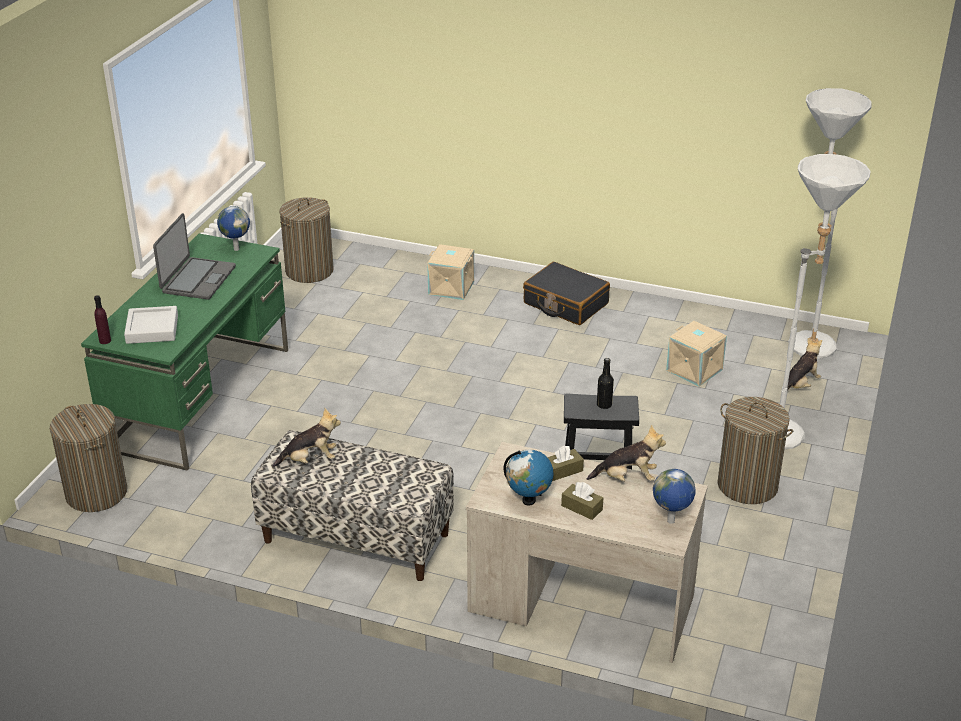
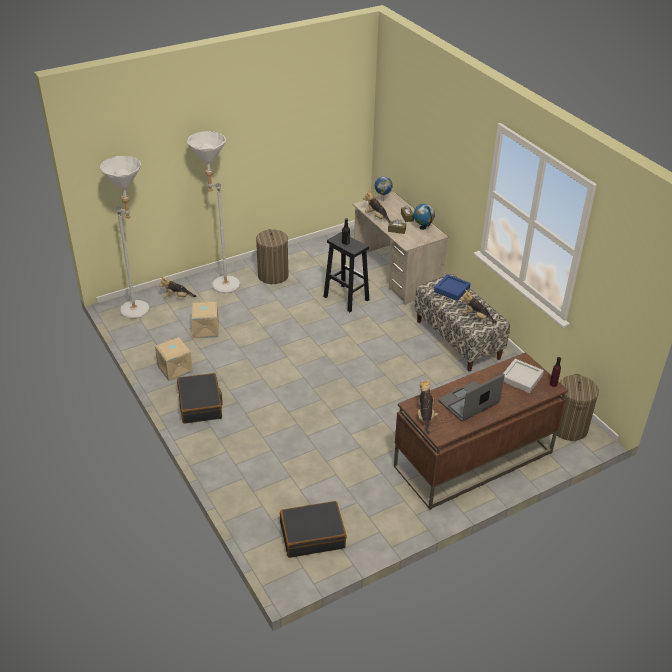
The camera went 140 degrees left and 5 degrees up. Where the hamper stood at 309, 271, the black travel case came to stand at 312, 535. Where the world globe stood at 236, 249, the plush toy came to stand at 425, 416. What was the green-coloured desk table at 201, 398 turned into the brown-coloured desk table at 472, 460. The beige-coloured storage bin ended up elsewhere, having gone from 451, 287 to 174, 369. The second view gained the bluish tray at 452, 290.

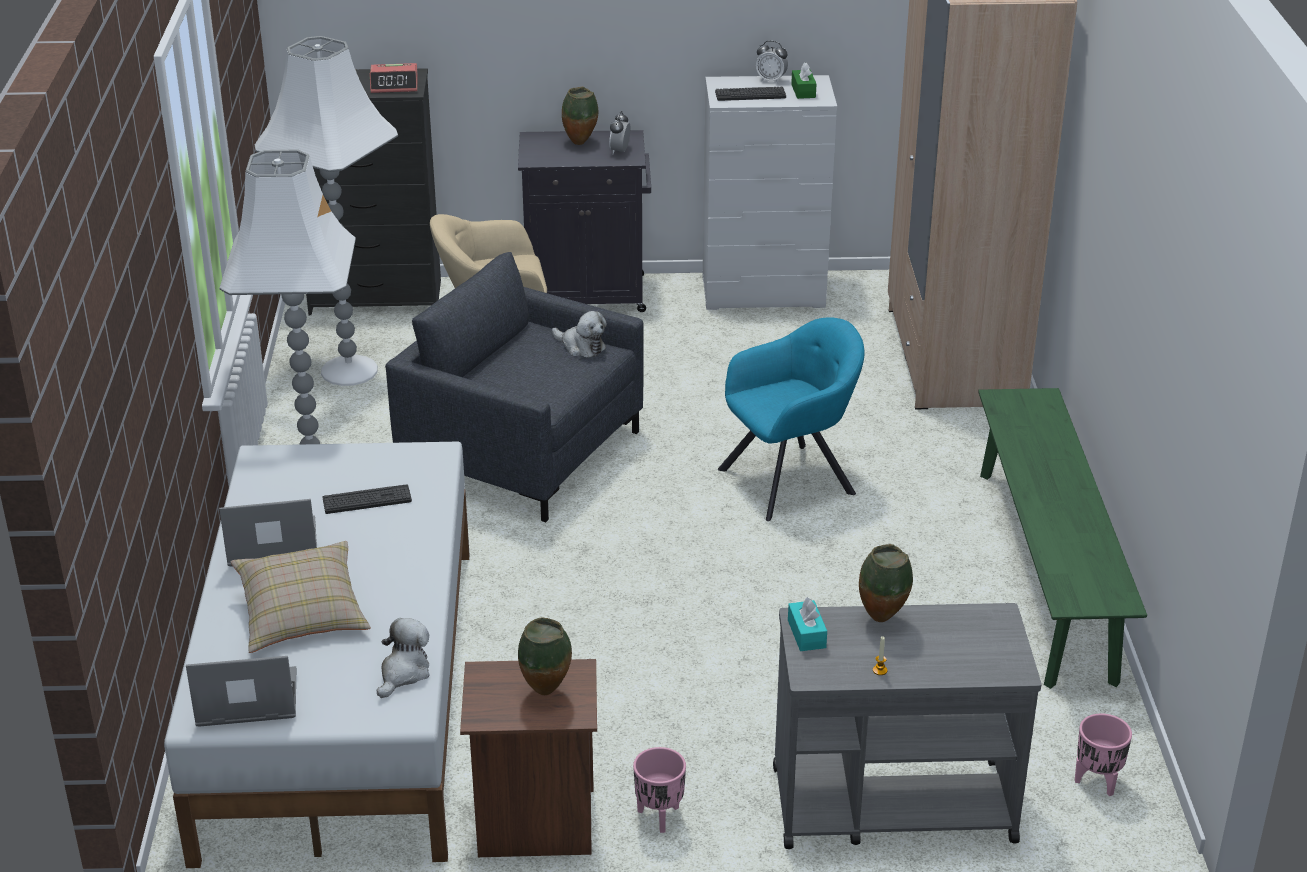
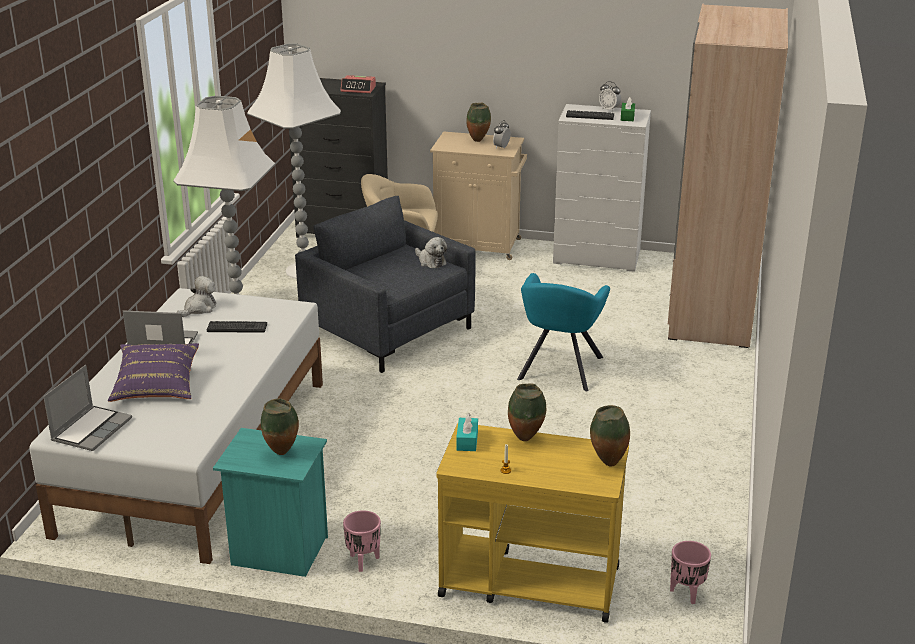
The camera went 15 degrees right and 5 degrees down. What was the black storage cabinet at 588, 295 turned into the beige-coloured storage cabinet at 479, 246. The turquoise armchair at 791, 479 ended up facing another way, 120 degrees clockwise from before. The second view lost the green-coloured indoor bench at 1045, 572. What was the beige-coloured pillow at 301, 615 turned into the purplish pillow at 156, 386. What was the grey cart at 891, 803 turned into the yellow cart at 528, 581. The plush toy ended up elsewhere, having gone from 403, 673 to 199, 308. The portable computer at 245, 701 ended up facing another way, 105 degrees clockwise from before. What was the brown-coloured nightstand at 535, 825 turned into the turquoise nightstand at 278, 552. The second view gained the vase at 607, 464.

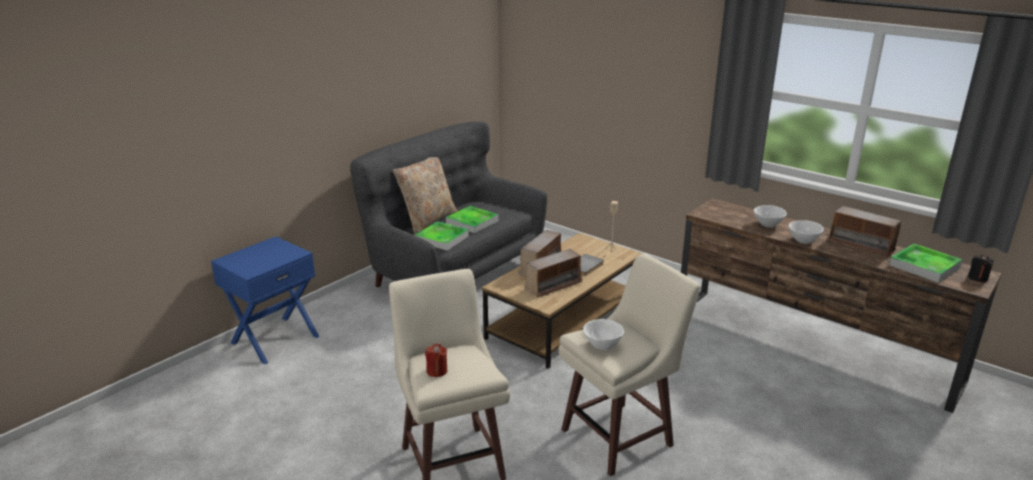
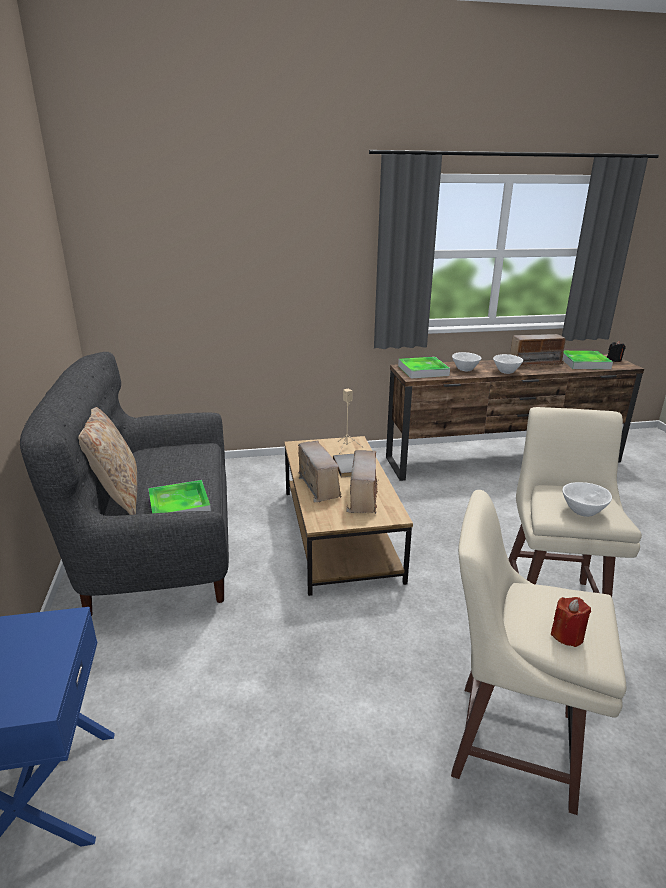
The camera went 50 degrees left and 0 degrees up. The tray ended up elsewhere, having gone from 472, 222 to 423, 371.

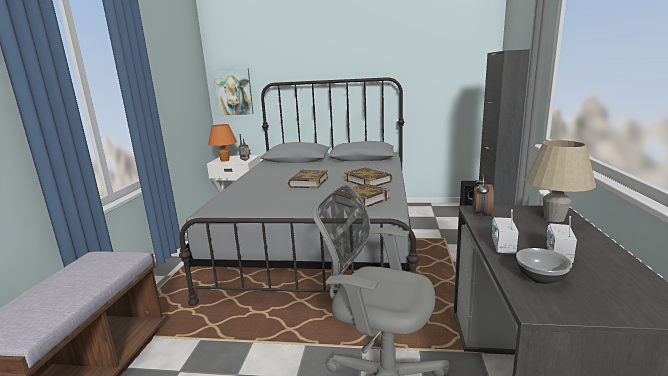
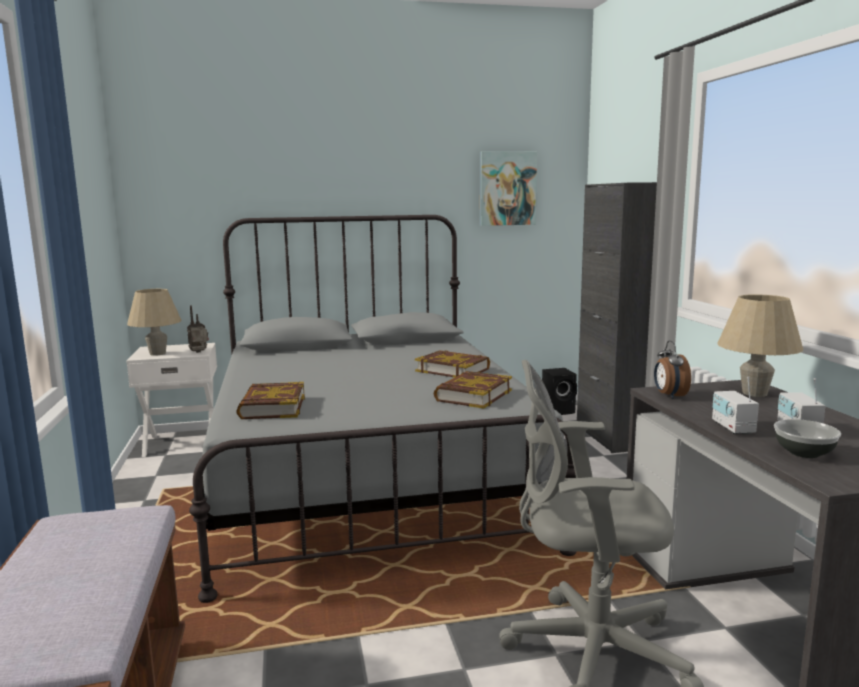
The camera went 20 degrees left and 5 degrees down. The wall art ended up elsewhere, having gone from 234, 92 to 507, 188. What was the orange-coloured lamp for a table at 225, 160 turned into the beige-coloured lamp for a table at 157, 353. The bound book ended up elsewhere, having gone from 308, 182 to 272, 407.

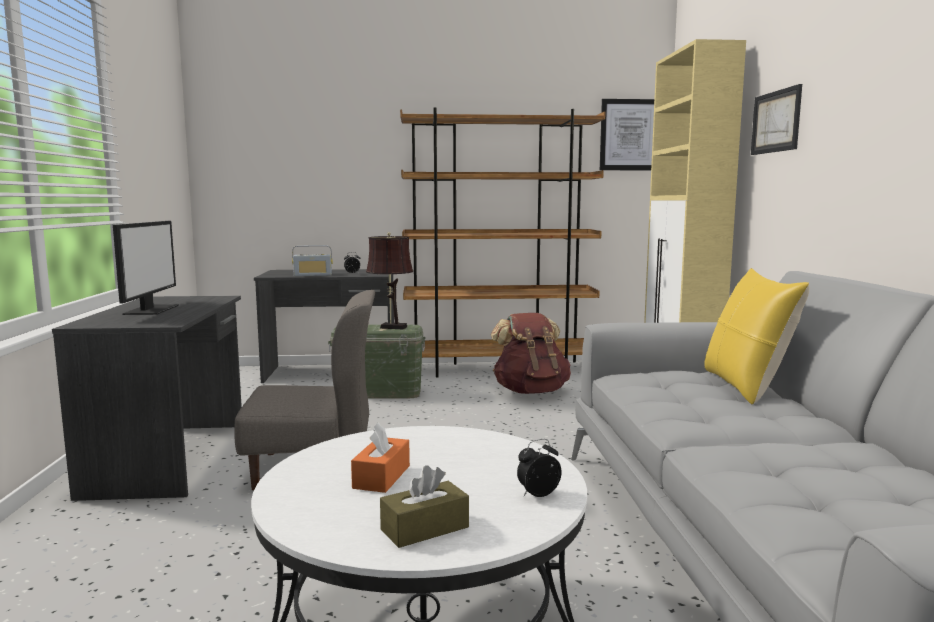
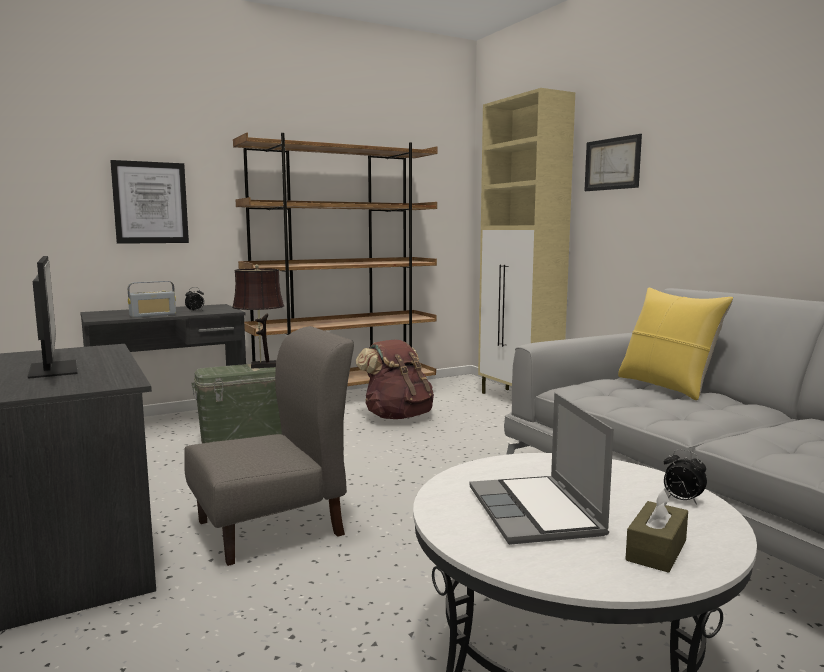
The camera went 25 degrees left and 0 degrees up. The wall art ended up elsewhere, having gone from 629, 135 to 150, 203. Where the orange-coloured tissue box stood at 381, 477, the portable computer came to stand at 537, 512. The bedside clock at 538, 494 ended up facing another way, 90 degrees counterclockwise from before.

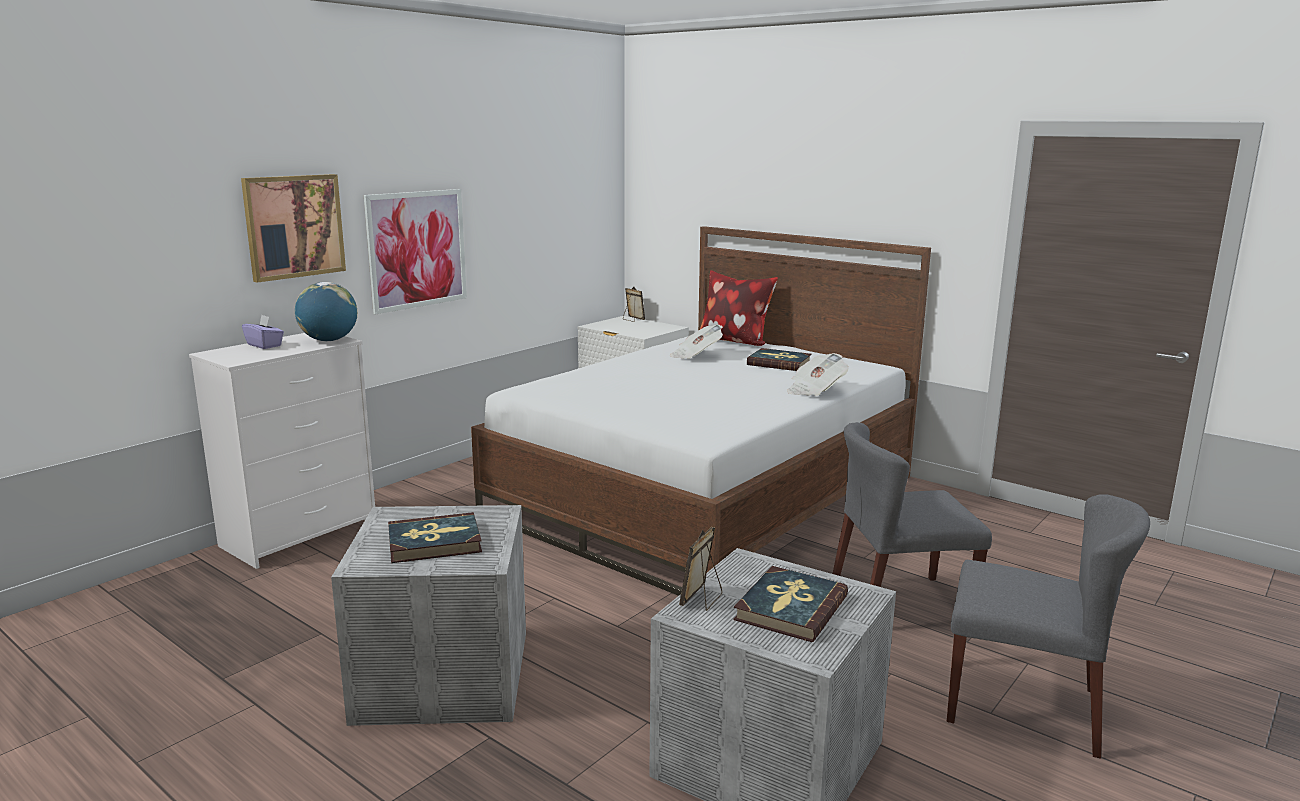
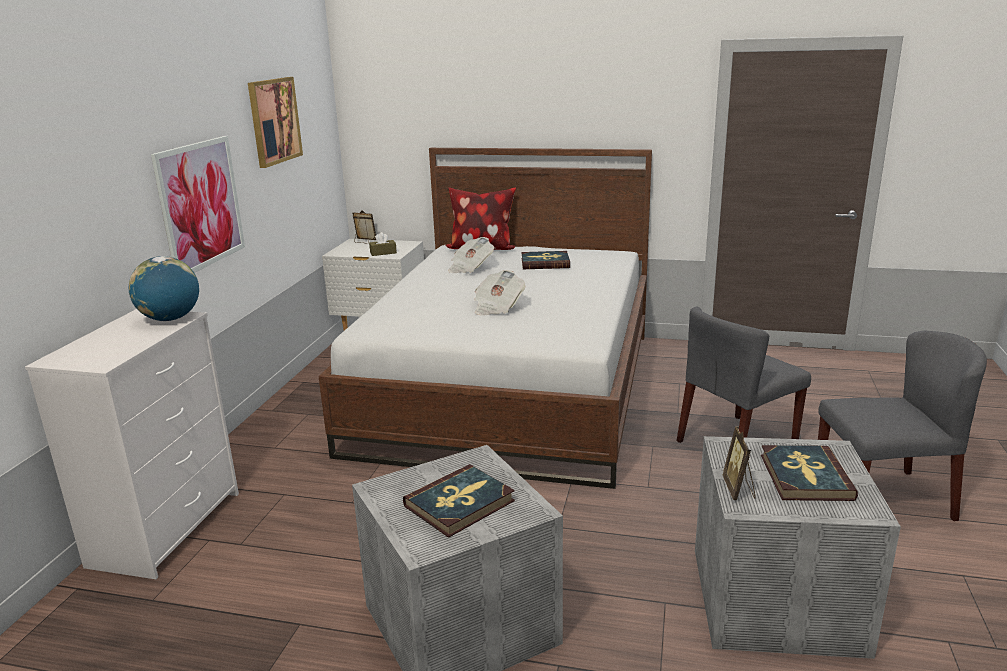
The camera went 25 degrees left and 5 degrees up. The wall art ended up elsewhere, having gone from 294, 226 to 274, 121. The second view lost the purplish tissue box at 265, 345. The newspaper ended up elsewhere, having gone from 815, 390 to 497, 307. The second view gained the brown-coloured tissue box at 383, 253.

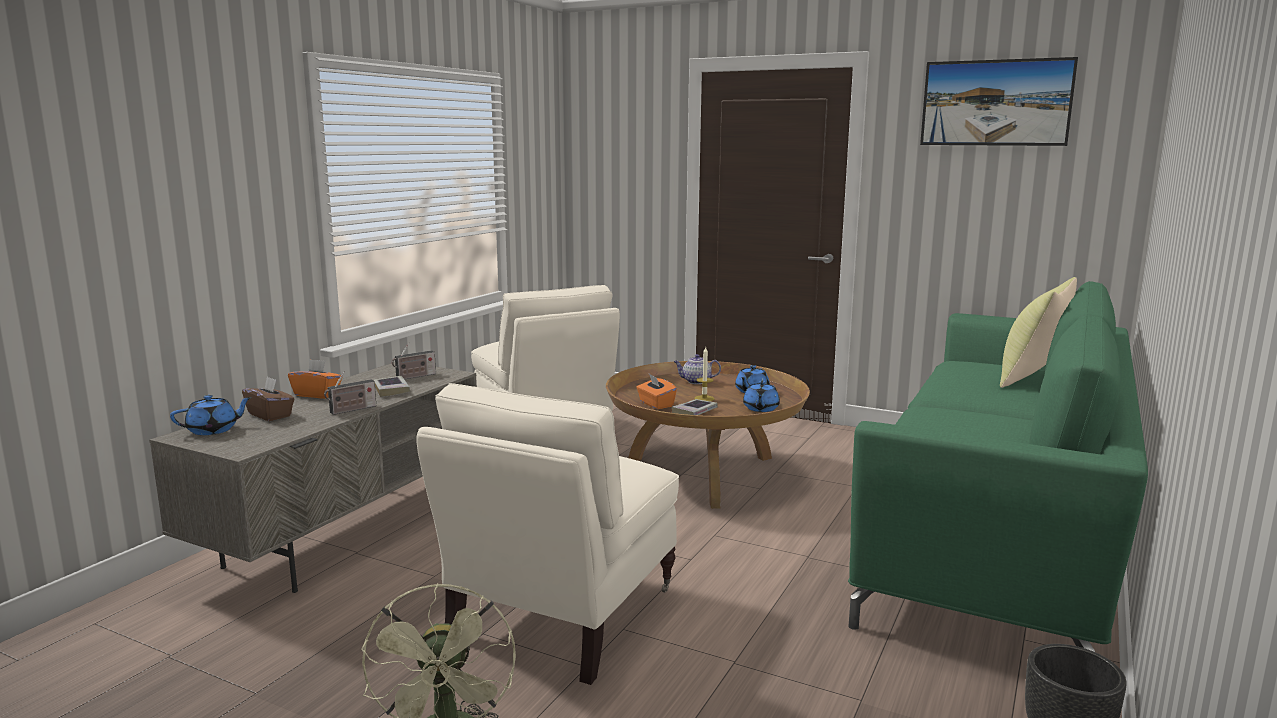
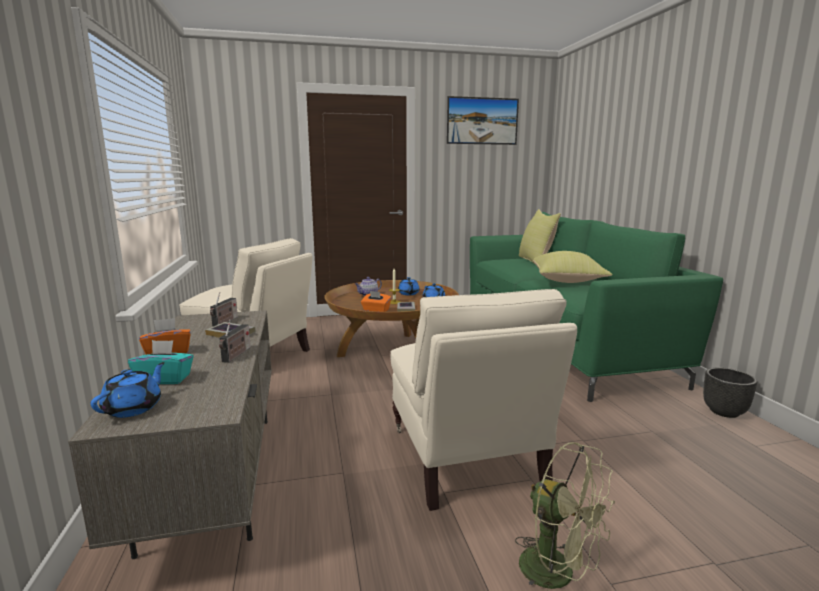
The camera went 40 degrees left and 0 degrees up. What was the brown-coloured tissue box at 270, 415 turned into the turquoise tissue box at 164, 379. The second view gained the yellow pillow at 568, 281.

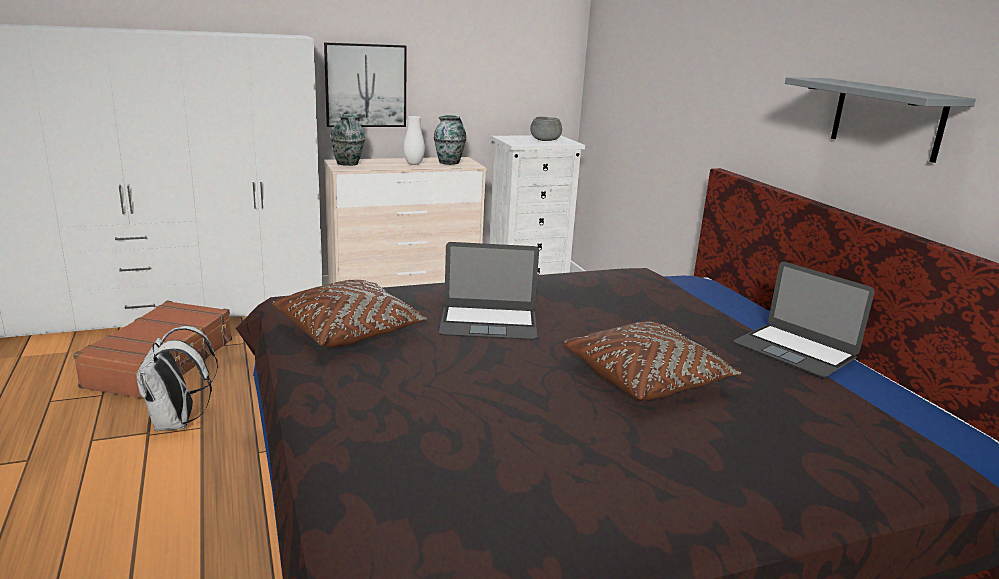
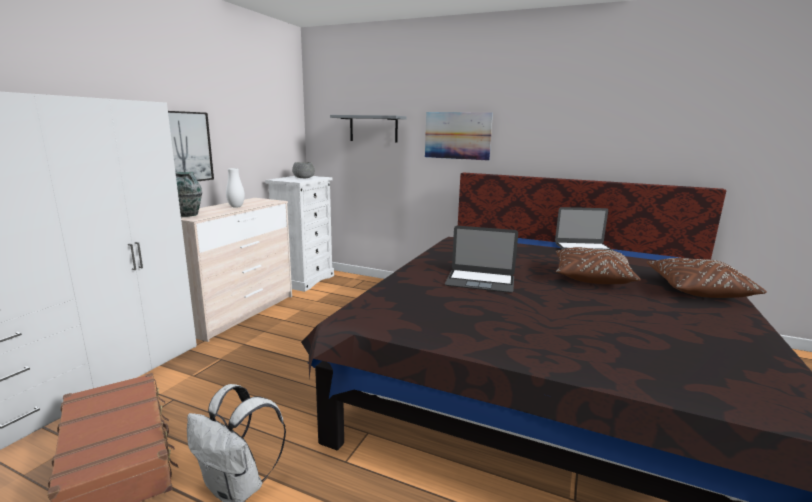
The camera went 45 degrees left and 5 degrees down. The grey bracket shelf ended up elsewhere, having gone from 887, 119 to 373, 128. The second view lost the vase at 449, 162. The portable computer at 488, 323 ended up facing another way, 60 degrees clockwise from before. The brown-coloured pillow ended up elsewhere, having gone from 349, 331 to 697, 290. The second view gained the wall art at 457, 135.

